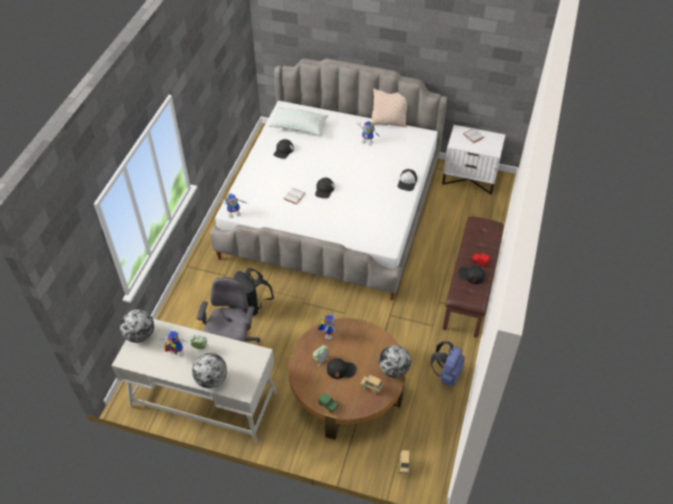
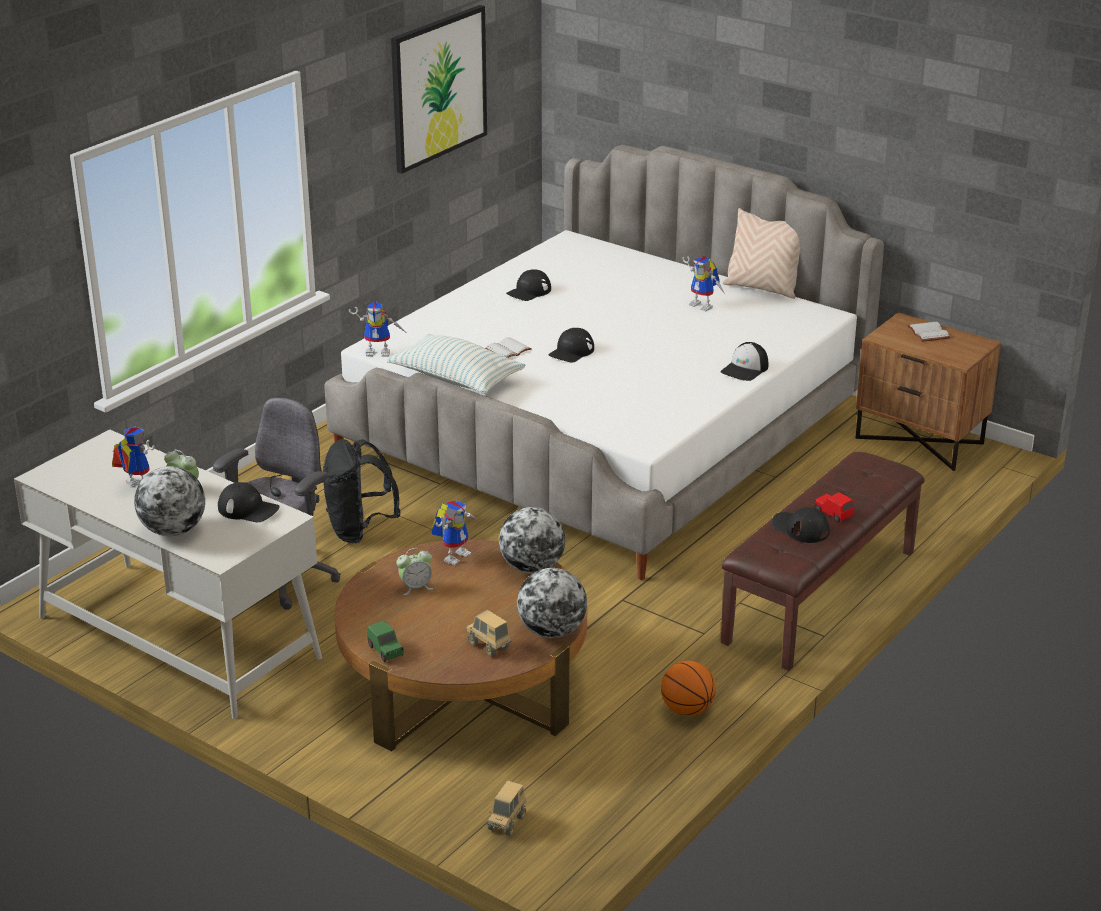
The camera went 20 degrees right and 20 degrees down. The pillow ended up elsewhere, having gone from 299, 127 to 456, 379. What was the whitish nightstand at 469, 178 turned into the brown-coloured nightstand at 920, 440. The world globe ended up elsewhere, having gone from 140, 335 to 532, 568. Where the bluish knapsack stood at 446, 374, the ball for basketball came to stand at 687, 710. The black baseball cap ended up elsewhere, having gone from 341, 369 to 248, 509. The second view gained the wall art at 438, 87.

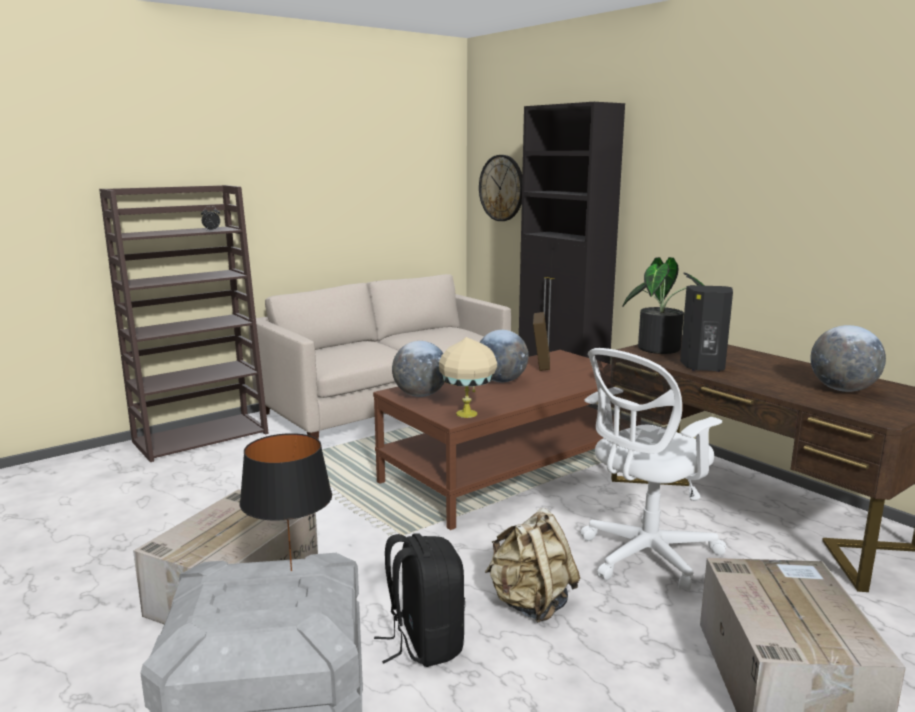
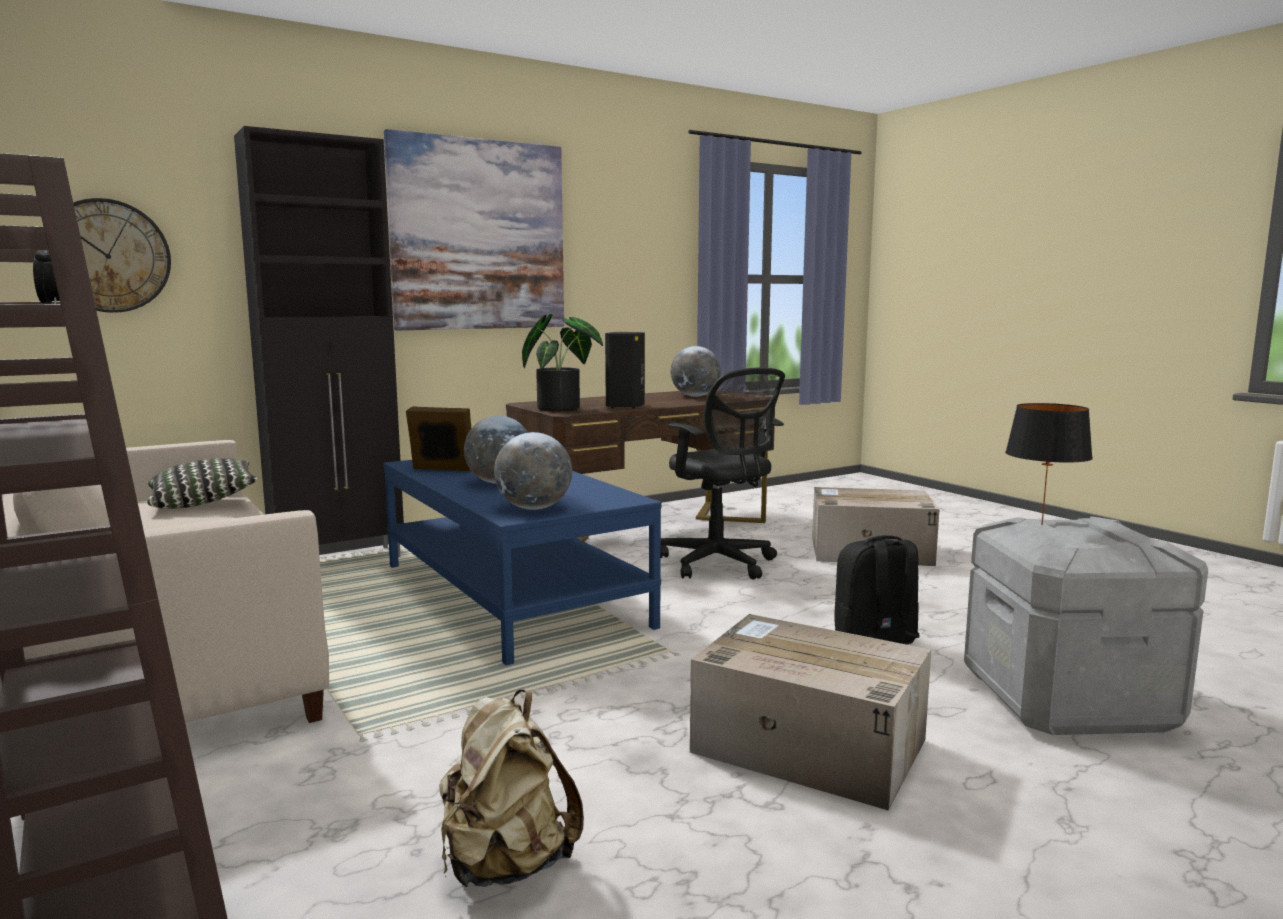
The camera went 85 degrees left and 5 degrees down. The second view lost the beige-coloured lamp for a table at 468, 414. What was the whitish computer chair at 644, 557 turned into the black computer chair at 719, 564. What was the brown-coloured lounge table at 512, 469 turned into the bluish lounge table at 510, 594. The beige-coloured knapsack ended up elsewhere, having gone from 530, 604 to 505, 865. The second view gained the wall art at 479, 235. The second view gained the pillow at 203, 502.

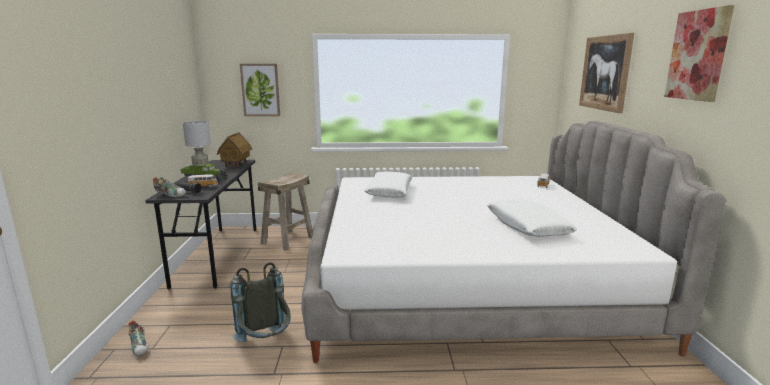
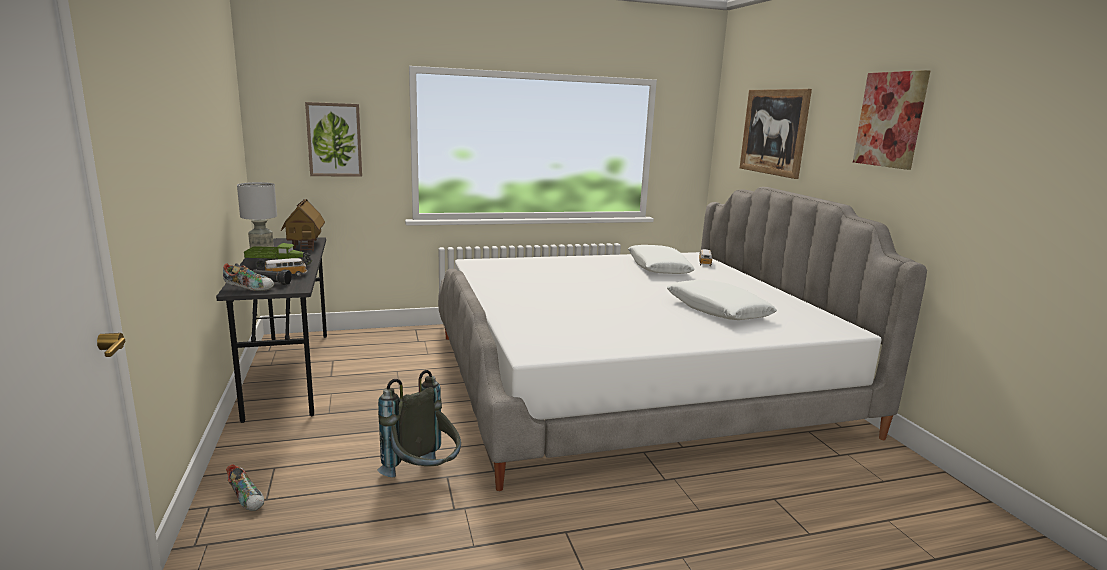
The camera went 15 degrees left and 0 degrees up. The whitish pillow ended up elsewhere, having gone from 389, 191 to 658, 268. The second view lost the beige-coloured stool at 288, 240.

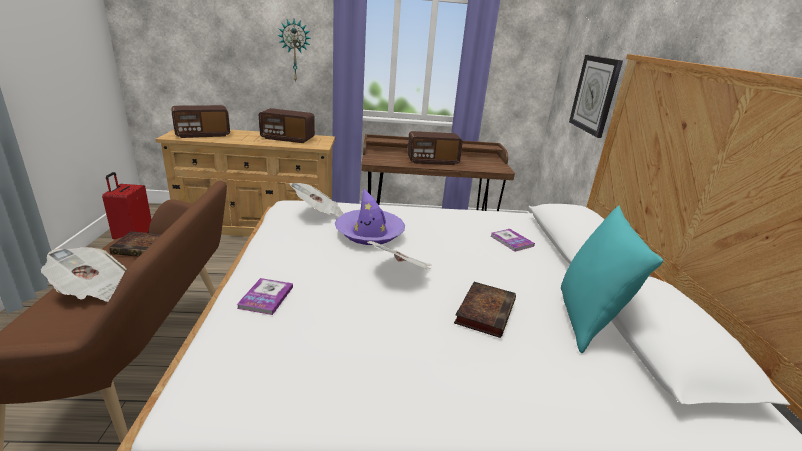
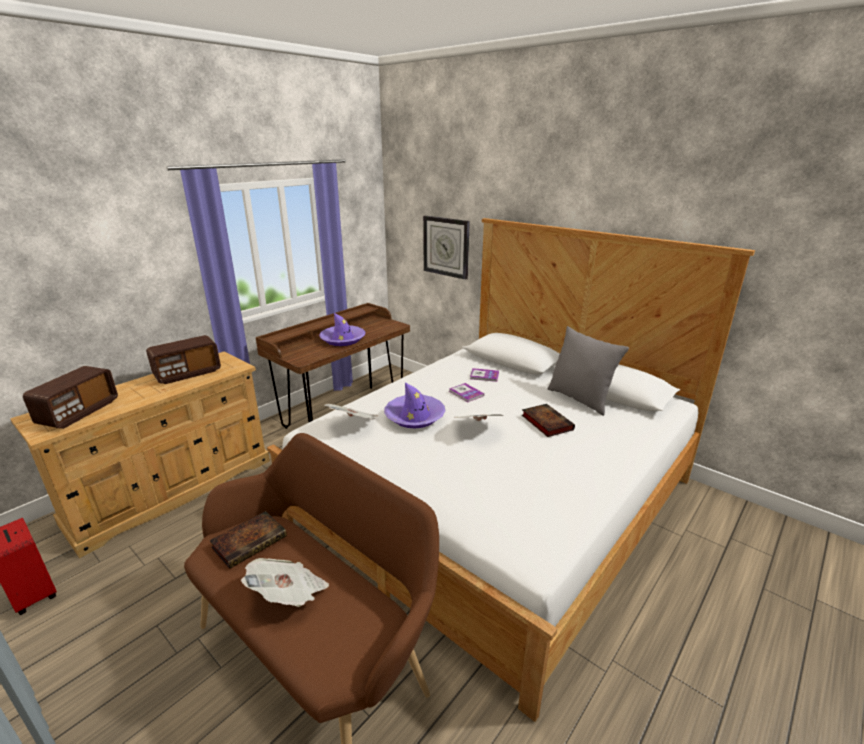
The camera went 45 degrees left and 0 degrees up. The second view lost the wall clock at 295, 51. Where the radio receiver stood at 432, 161, the purplish hat came to stand at 343, 339. What was the turquoise pillow at 586, 319 turned into the grey pillow at 580, 399. The bound book ended up elsewhere, having gone from 266, 297 to 466, 393.

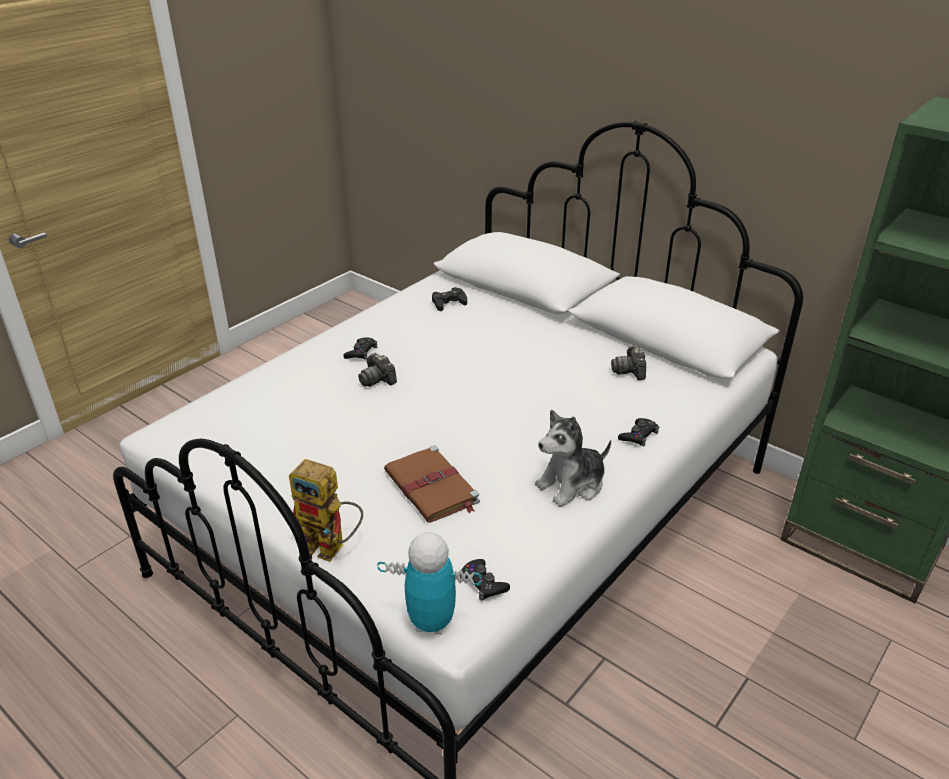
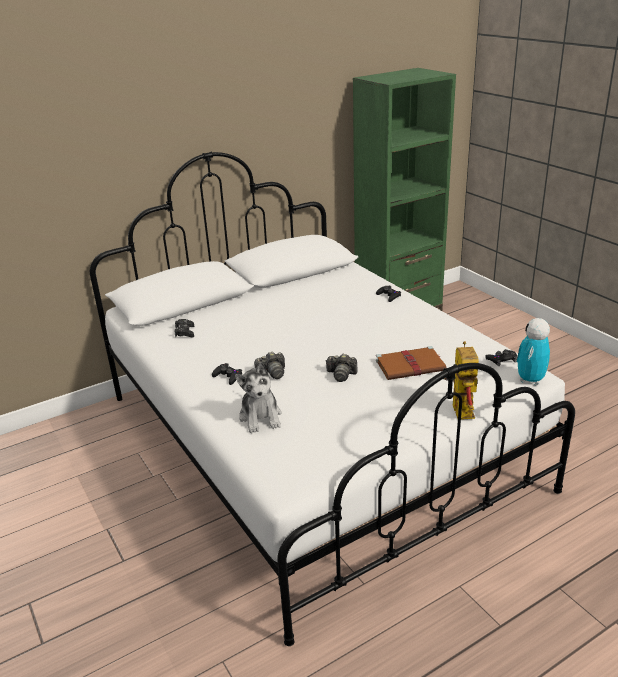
The camera went 70 degrees left and 5 degrees down. The still camera ended up elsewhere, having gone from 629, 371 to 341, 375. The plush toy ended up elsewhere, having gone from 572, 485 to 261, 417. The model robot at 332, 547 ended up facing another way, 45 degrees counterclockwise from before.

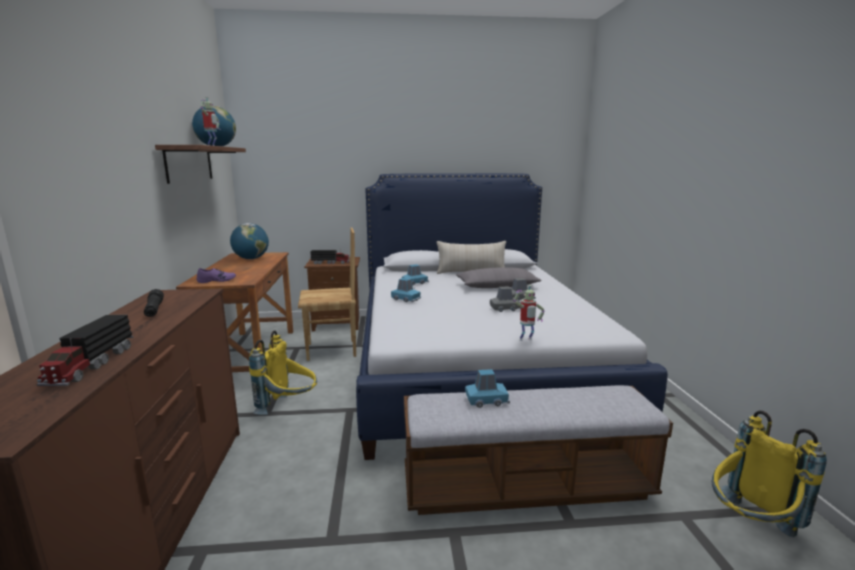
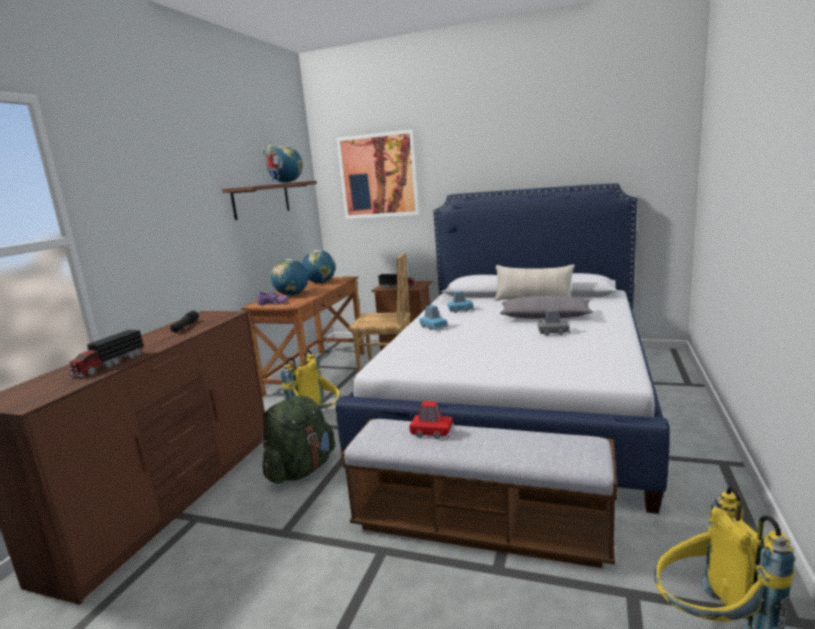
The camera went 25 degrees right and 0 degrees up. The second view lost the model robot at 526, 340. The second view lost the grey toy car at 505, 308. What was the bluish toy car at 486, 400 turned into the reddish toy car at 432, 432. The second view gained the wall art at 378, 175. The second view gained the world globe at 292, 295. The second view gained the green-coloured knapsack at 301, 470.

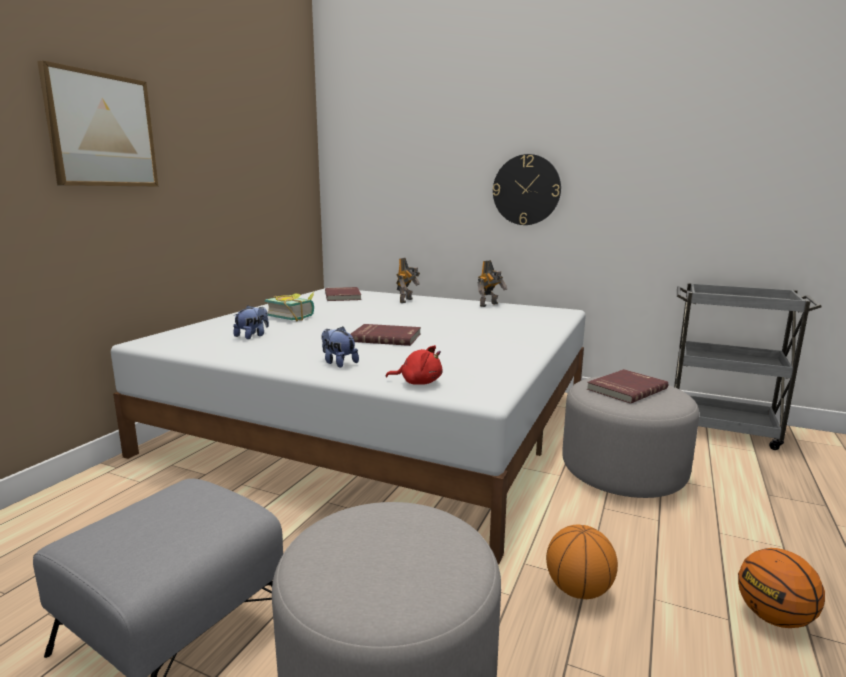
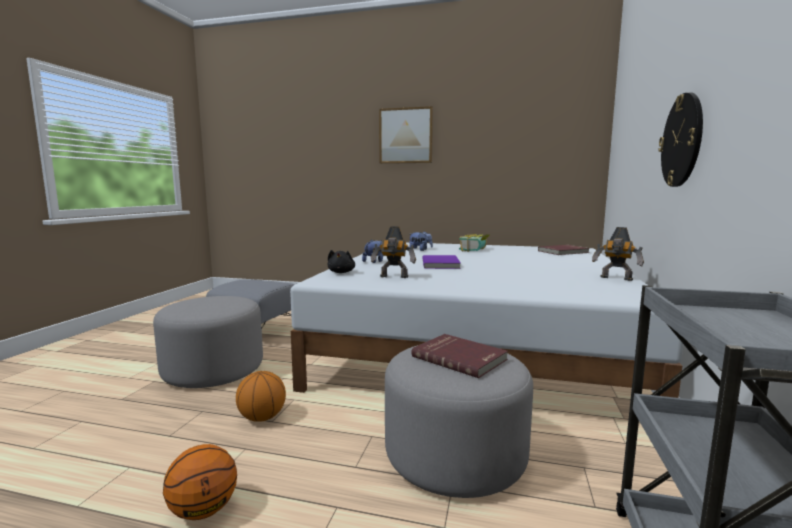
The camera went 80 degrees right and 5 degrees down. The model robot ended up elsewhere, having gone from 407, 301 to 394, 277. What was the reddish bound book at 386, 337 turned into the purplish bound book at 441, 264. What was the reddish plush toy at 418, 382 turned into the black plush toy at 341, 272.

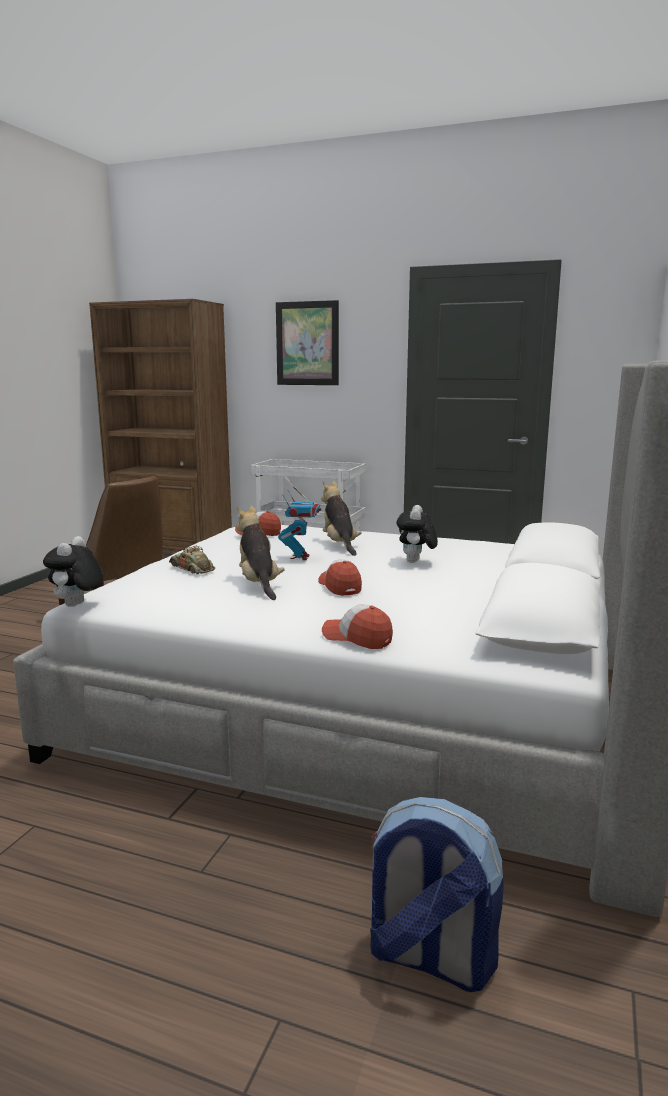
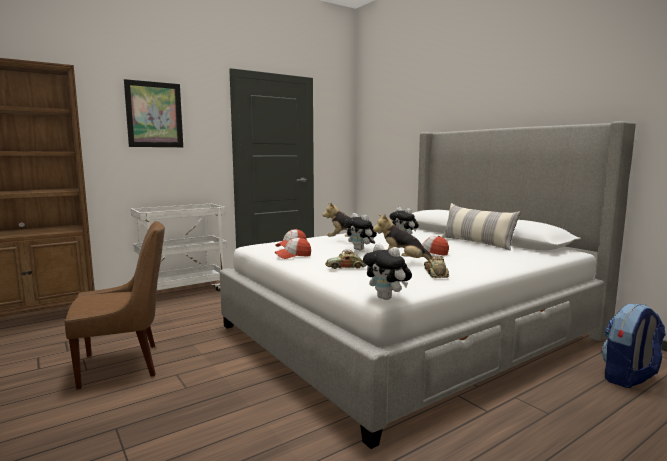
The camera went 55 degrees left and 5 degrees down. Where the model robot stood at 300, 557, the plush toy came to stand at 360, 249. The baseball cap ended up elsewhere, having gone from 357, 638 to 293, 256. The second view gained the pillow at 476, 243. The second view gained the toy car at 436, 273.

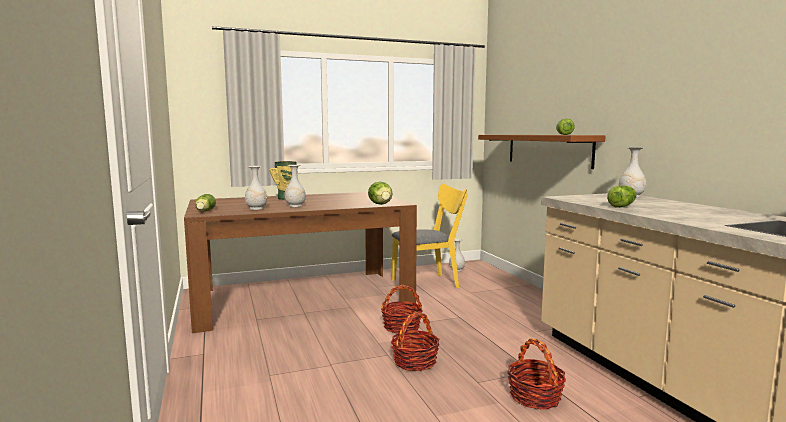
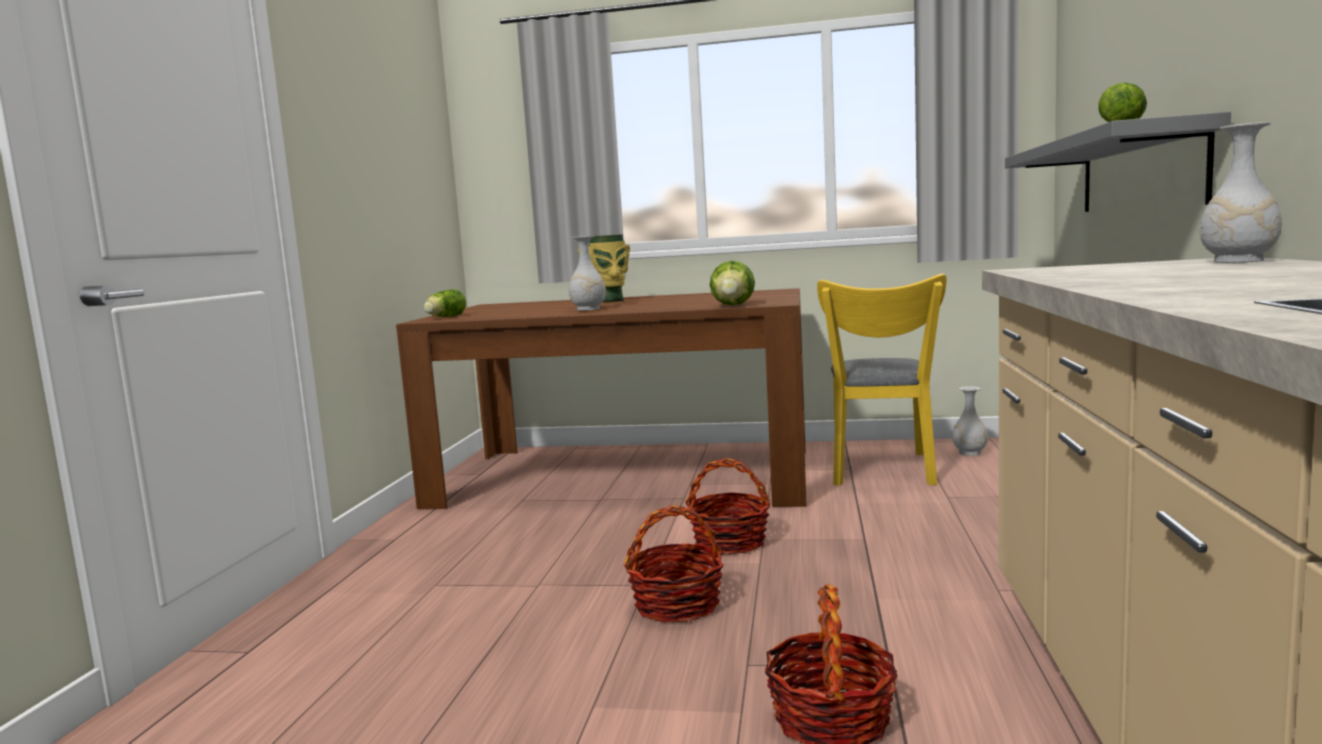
The camera went 30 degrees right and 0 degrees up. What was the brown-coloured bracket shelf at 548, 149 turned into the grey bracket shelf at 1139, 172. The second view lost the whitish vase at 256, 208. The yellow chair at 429, 283 ended up facing another way, 90 degrees clockwise from before. The second view lost the lettuce at 623, 206.

